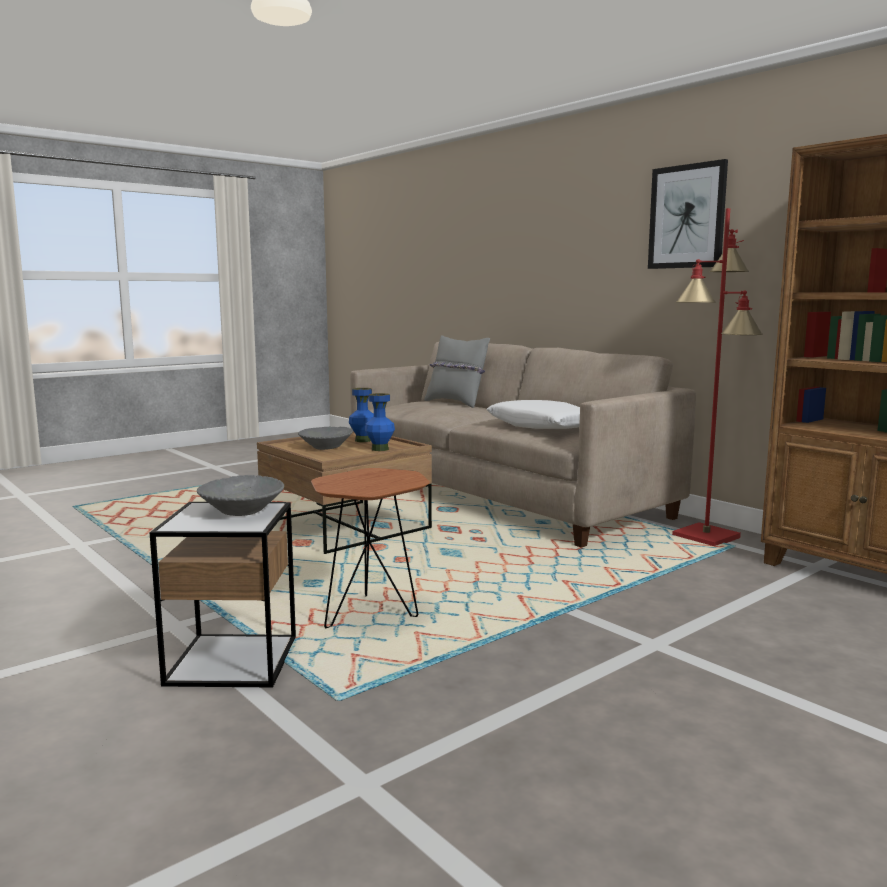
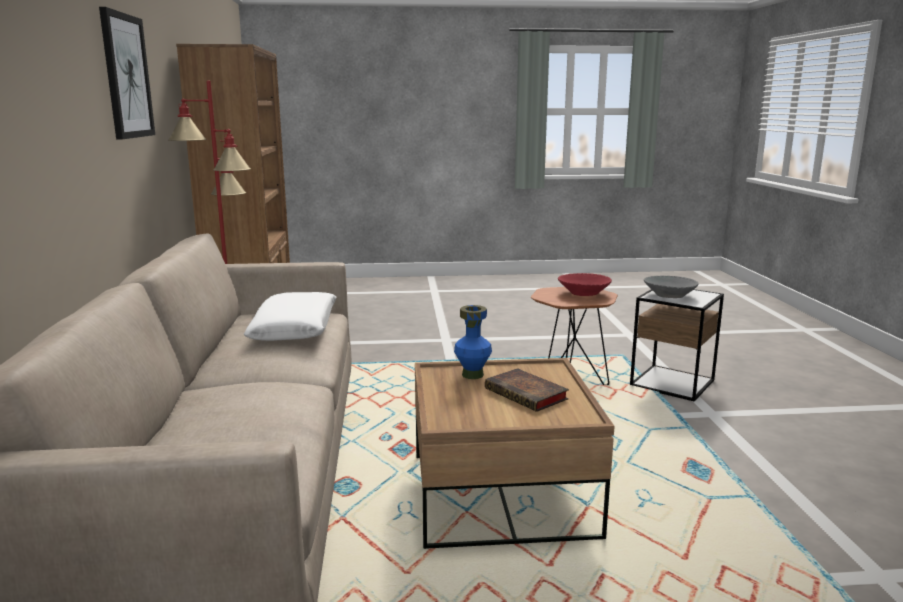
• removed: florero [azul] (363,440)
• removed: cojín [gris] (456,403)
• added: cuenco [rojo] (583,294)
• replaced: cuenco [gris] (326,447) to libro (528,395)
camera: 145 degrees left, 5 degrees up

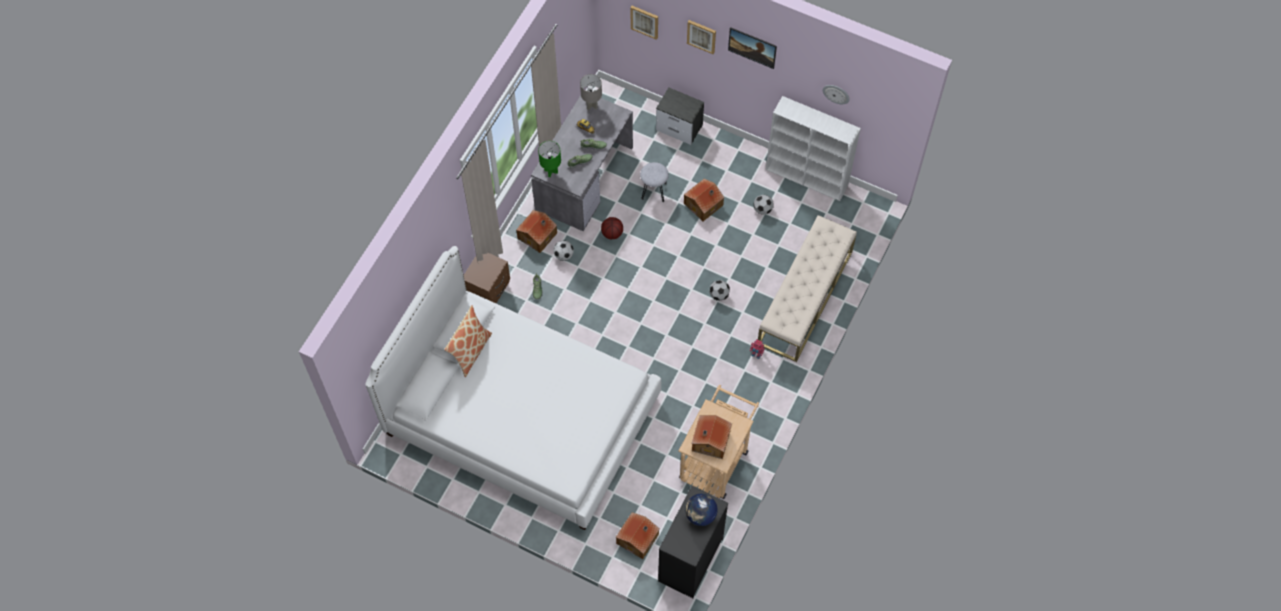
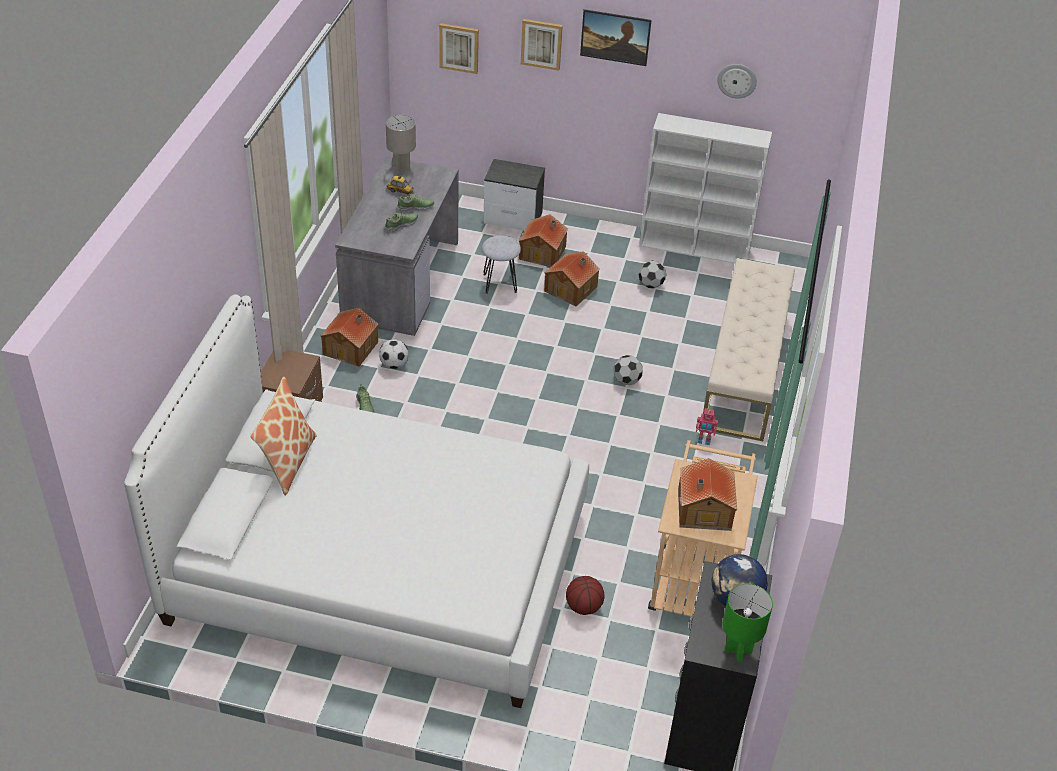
• moved: lámpara de mesa [verde] (551,171) to (737,651)
• moved: balón de baloncesto (612,233) to (584,606)
• moved: casita (638,538) to (543,252)
camera: 15 degrees left, 20 degrees down

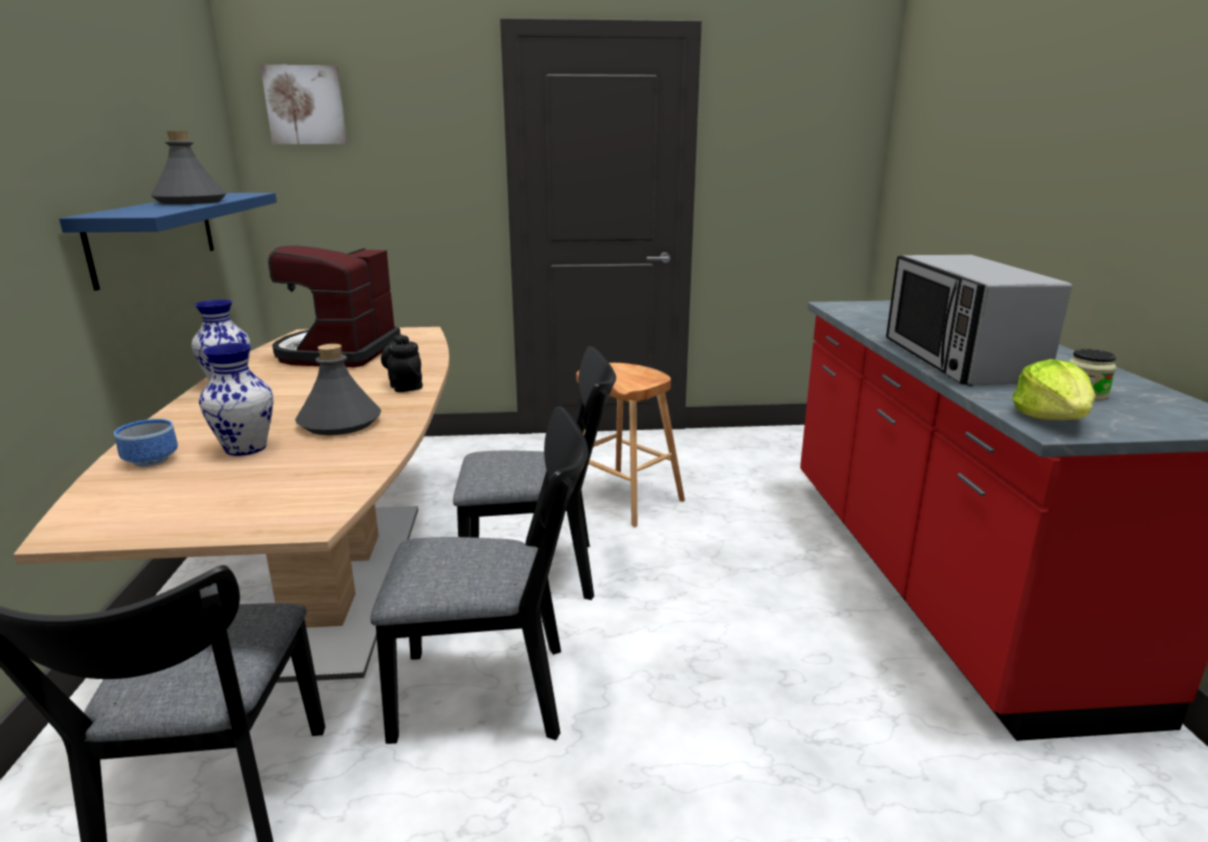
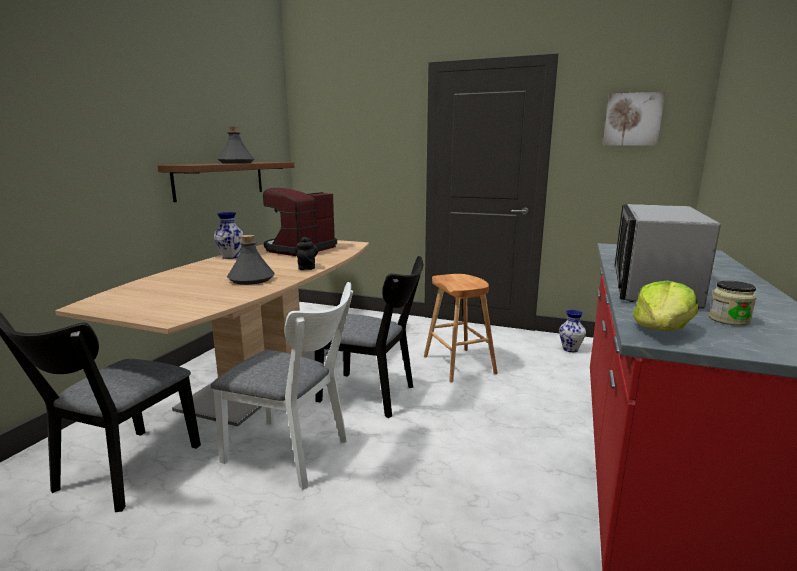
• removed: cuenco (149,461)
• moved: florero (245,448) to (570,349)
• moved: cuadro (305,105) to (632,119)
• recoloured: estante [azul] (155,235) to estante [marrón] (221,180)
• recoloured: silla [negro] (496,692) to silla [blanco] (294,453)
camera: 25 degrees right, 5 degrees down

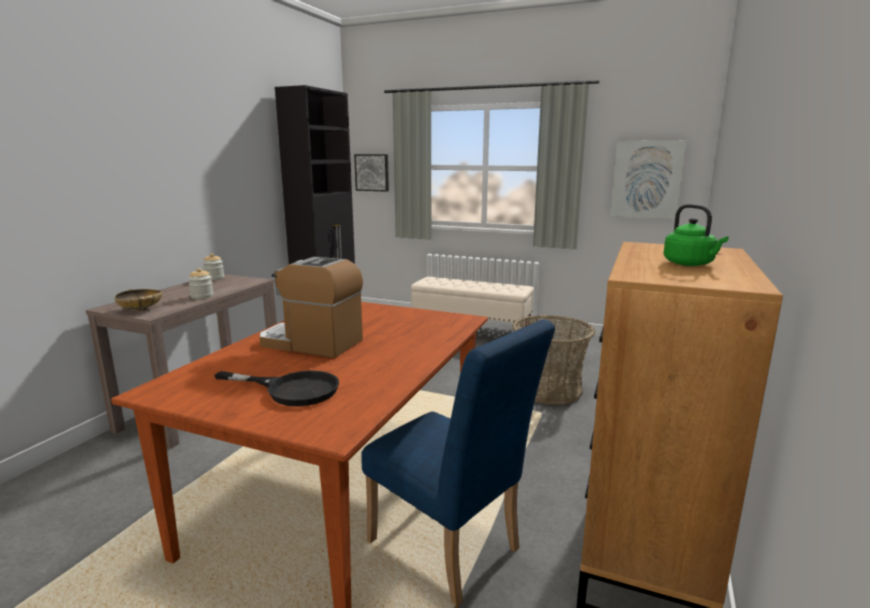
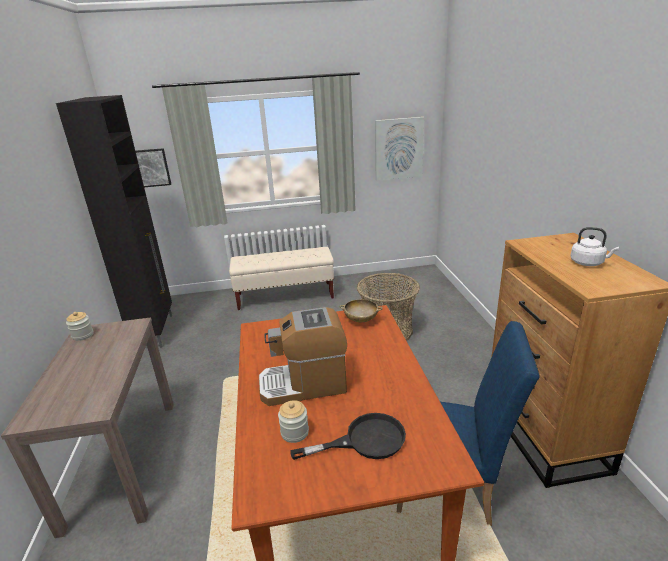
• moved: cuenco [beis] (141,310) to (361,319)
• moved: tarro (202,296) to (294,432)
• recoloured: hervidor [verde] (690,264) to hervidor [blanco] (588,263)
camera: 30 degrees left, 10 degrees up

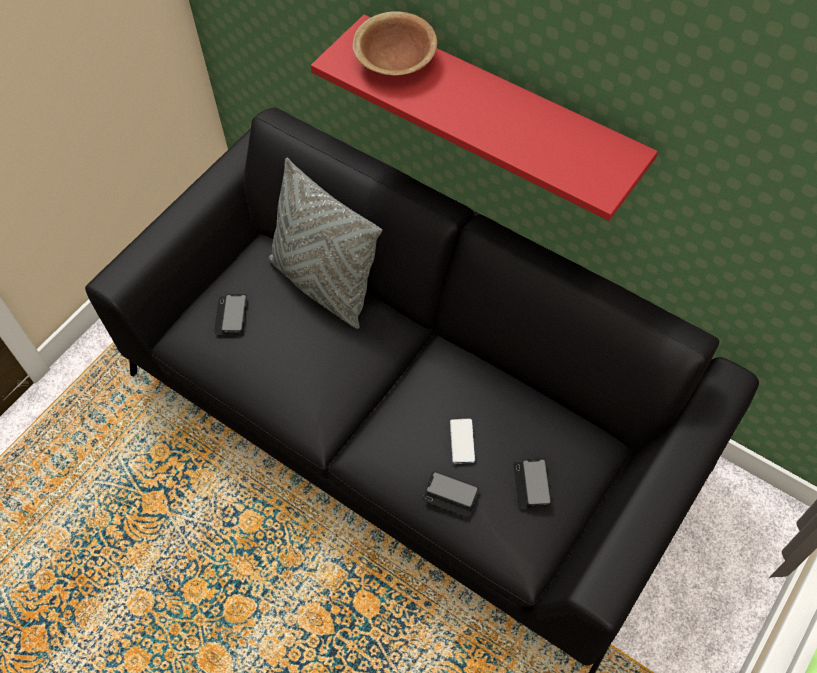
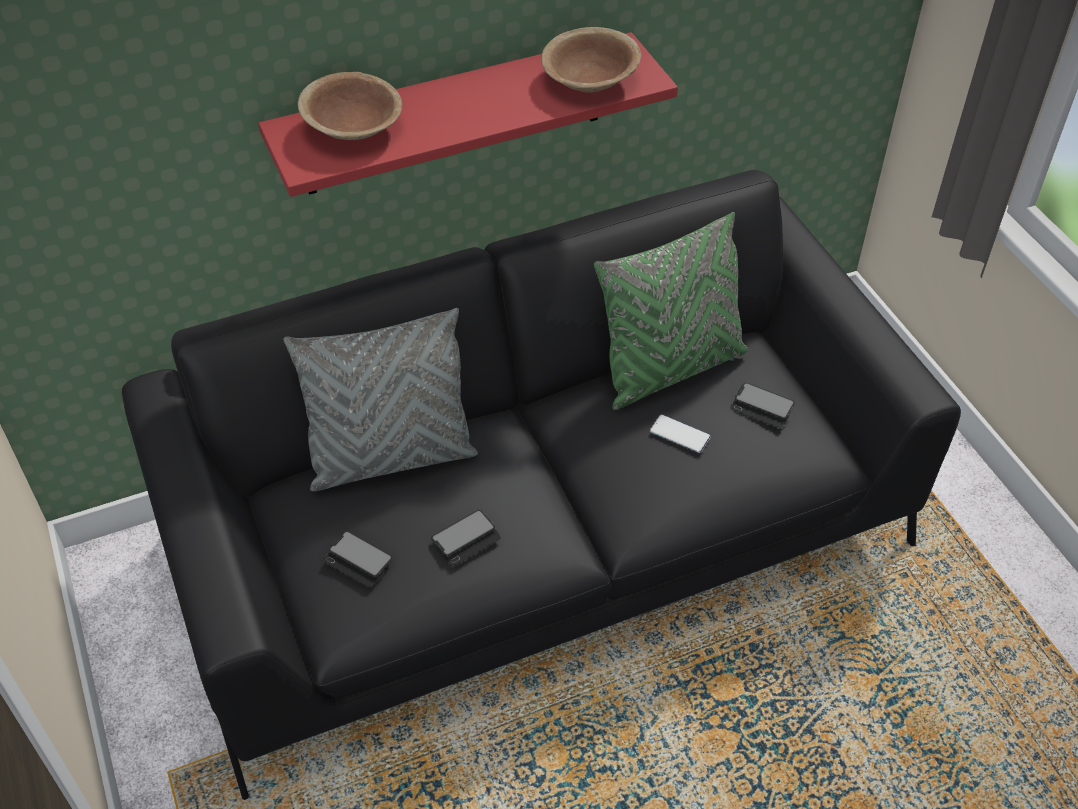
• added: cuenco [marrón] (590,81)
• added: cojín [verde] (670,368)
• moved: móvil (450,494) to (466,539)
camera: 60 degrees left, 10 degrees down

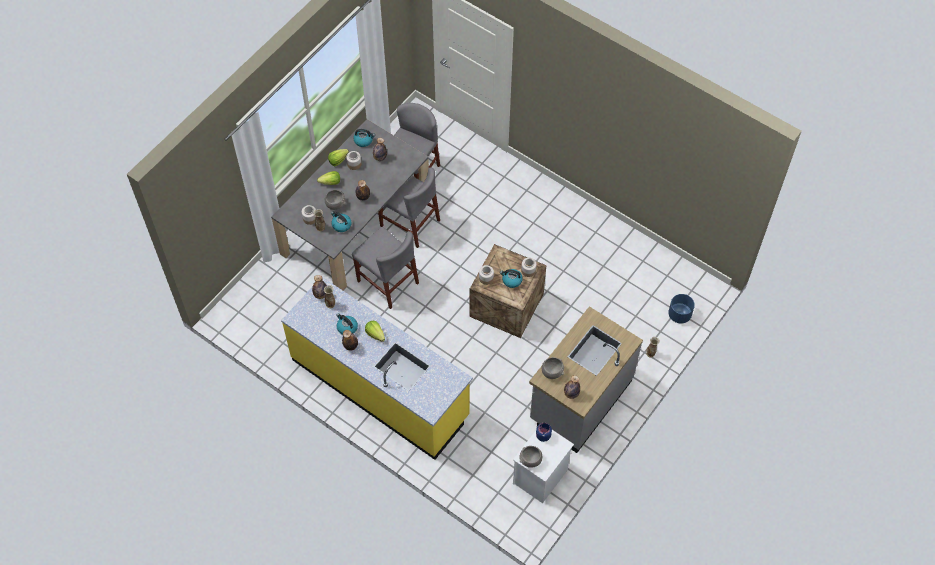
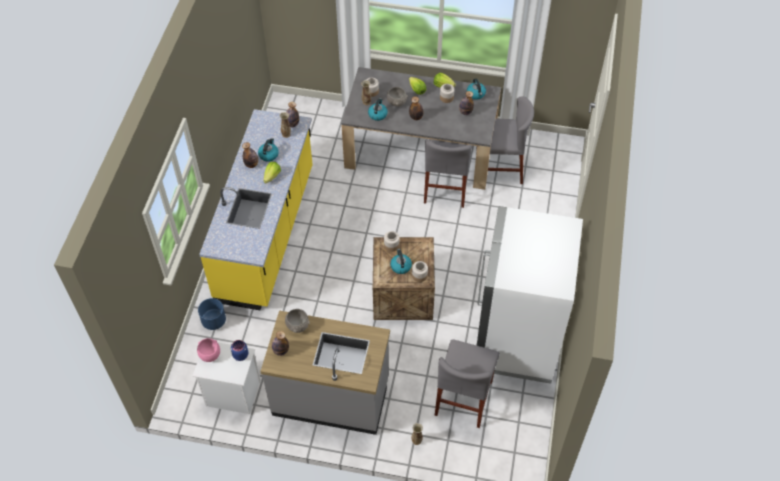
• added: nevera [blanco] (517,338)
• moved: silla [gris] (387,282) to (463,398)
• moved: maceta [azul] (679,315) to (214,321)
• recoloured: cuenco [gris] (530,460) to cuenco [rosa] (209,354)
camera: 65 degrees right, 5 degrees down

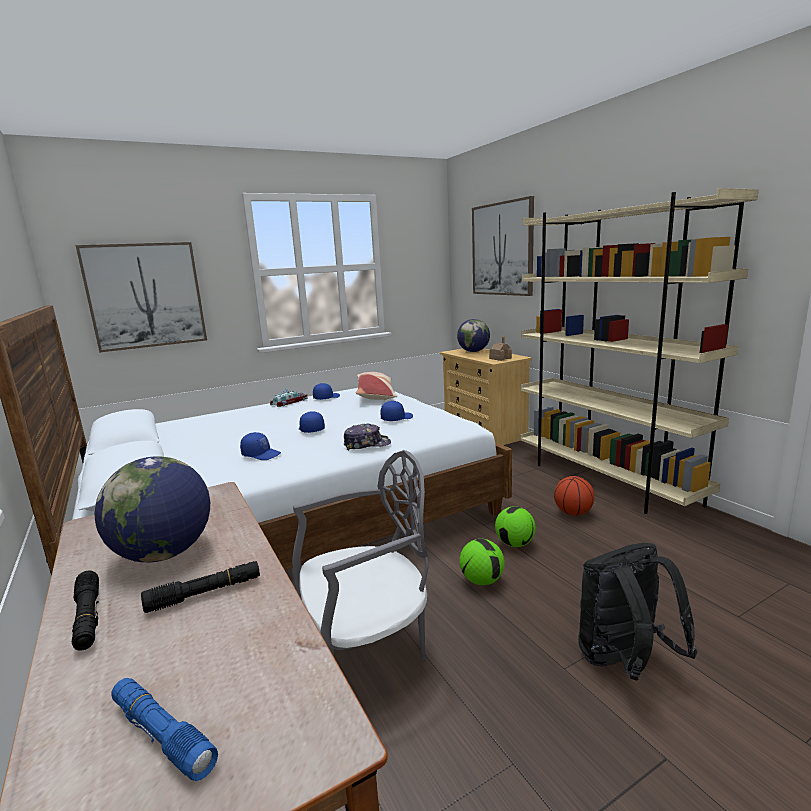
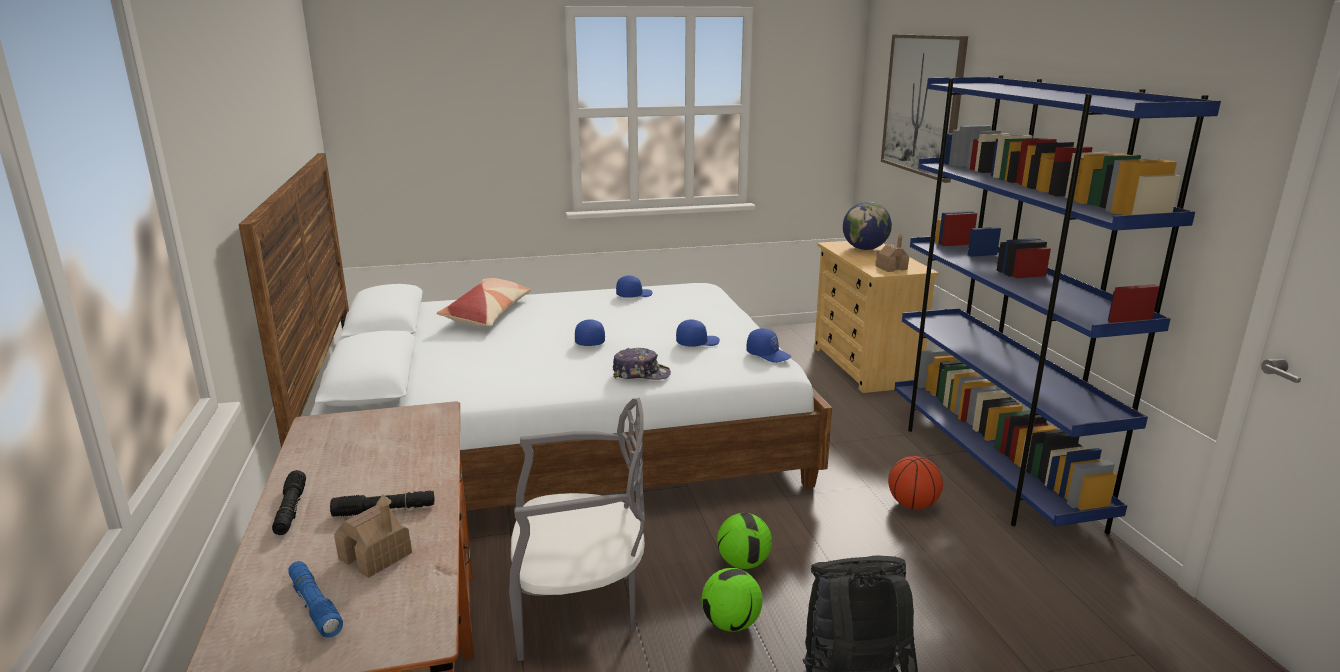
• removed: cuadro (145,296)
• removed: globo terráqueo (165,553)
• removed: coche de juguete (288,402)
• added: casita (375,556)
• moved: gorra [azul] (261,454) to (768,354)
• moved: cojín (375,394) to (488,314)
• moved: balón de fútbol (515,544) to (731,623)
• recoloured: estantería [beis] (605,480) to estantería [azul] (990,469)
camera: 15 degrees right, 5 degrees up

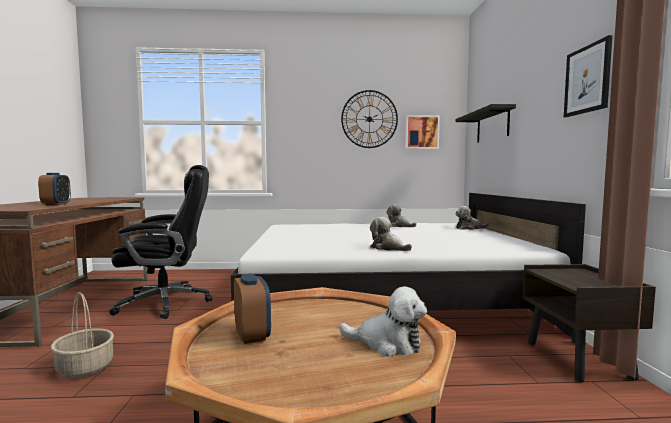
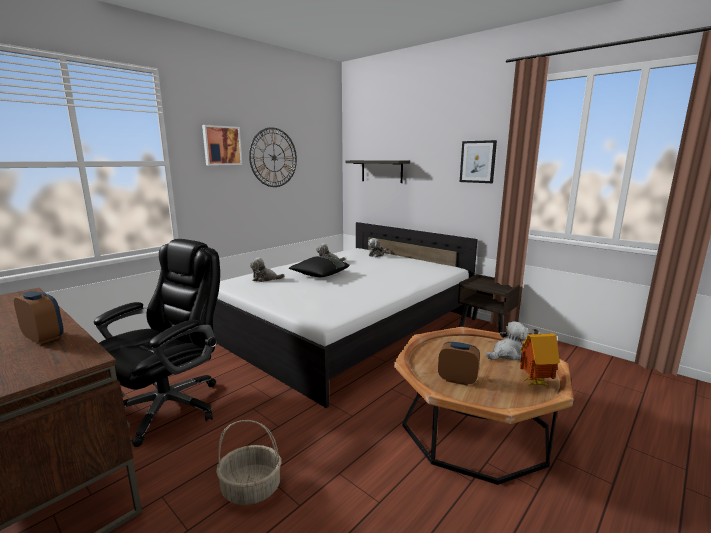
• added: cojín [negro] (319,275)
• added: casita (534,382)
• moved: peluche (388,248) to (265,279)
• moved: cuadro (421,132) to (221,145)
camera: 45 degrees left, 10 degrees up

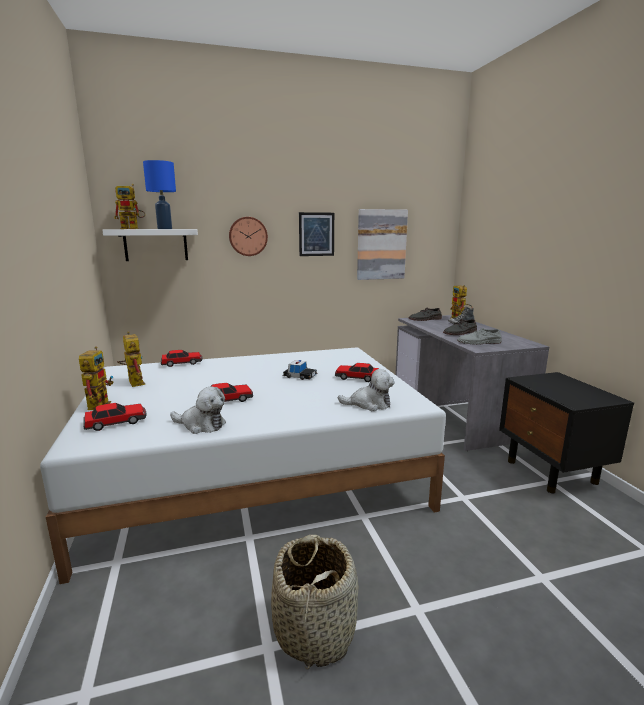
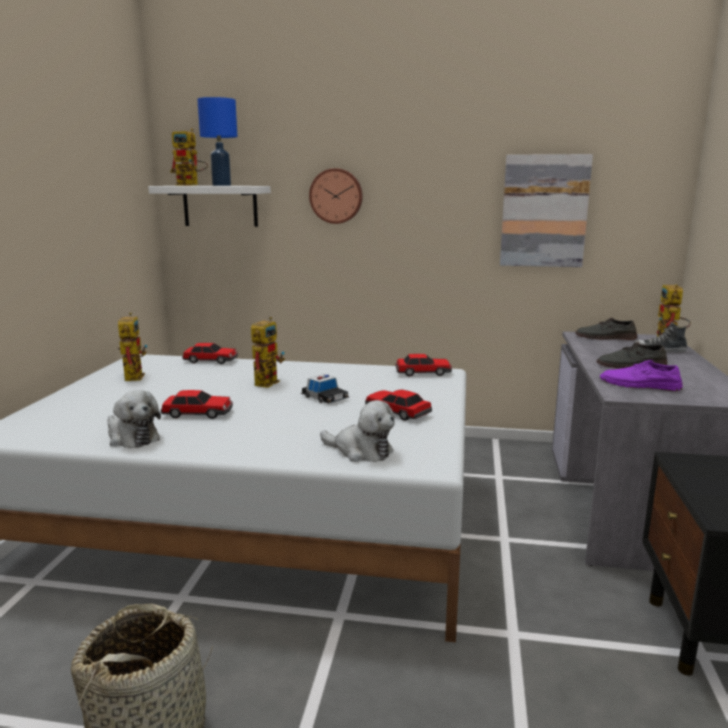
• removed: cuadro (316,234)
• moved: robot de juguete (99,404) to (267,381)
• moved: coche de juguete (116,422) to (423,372)
• recoloured: zapato [gris] (479,342) to zapato [morado] (639,385)
camera: 25 degrees right, 0 degrees up

